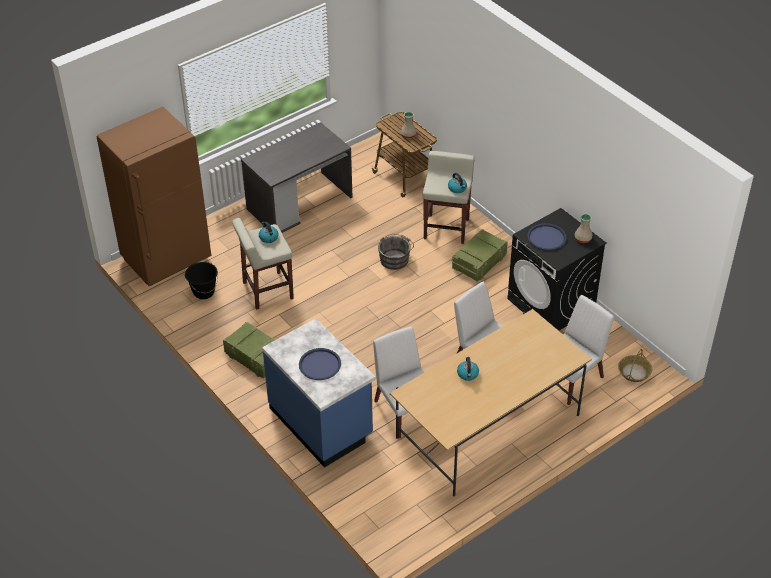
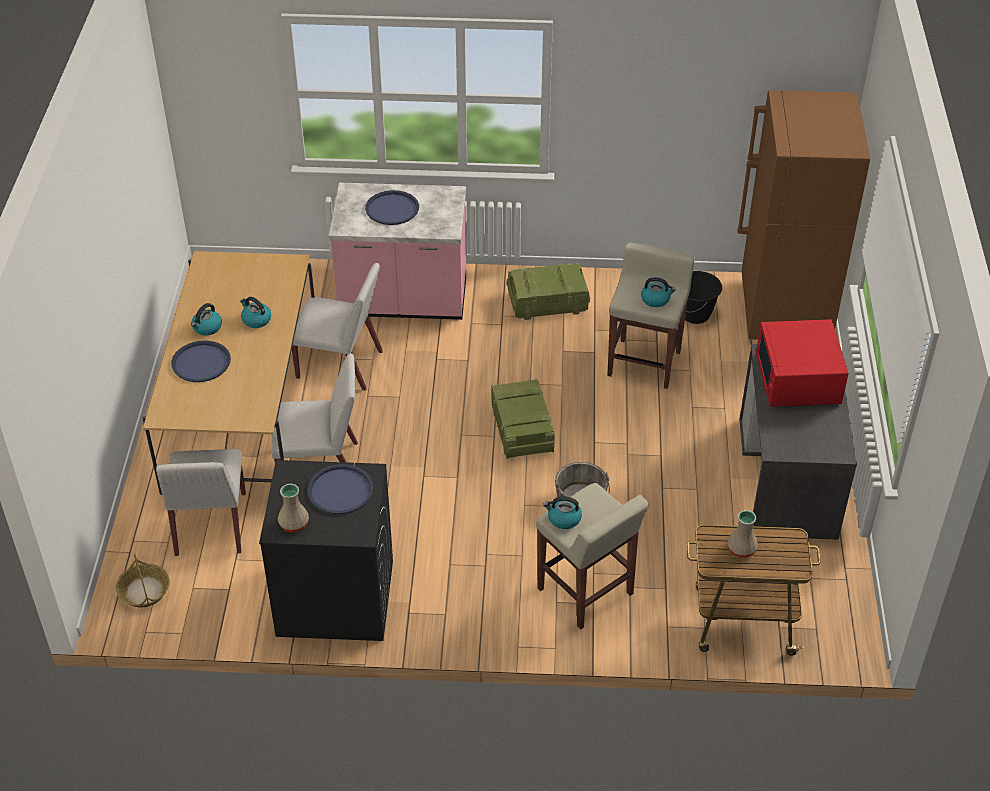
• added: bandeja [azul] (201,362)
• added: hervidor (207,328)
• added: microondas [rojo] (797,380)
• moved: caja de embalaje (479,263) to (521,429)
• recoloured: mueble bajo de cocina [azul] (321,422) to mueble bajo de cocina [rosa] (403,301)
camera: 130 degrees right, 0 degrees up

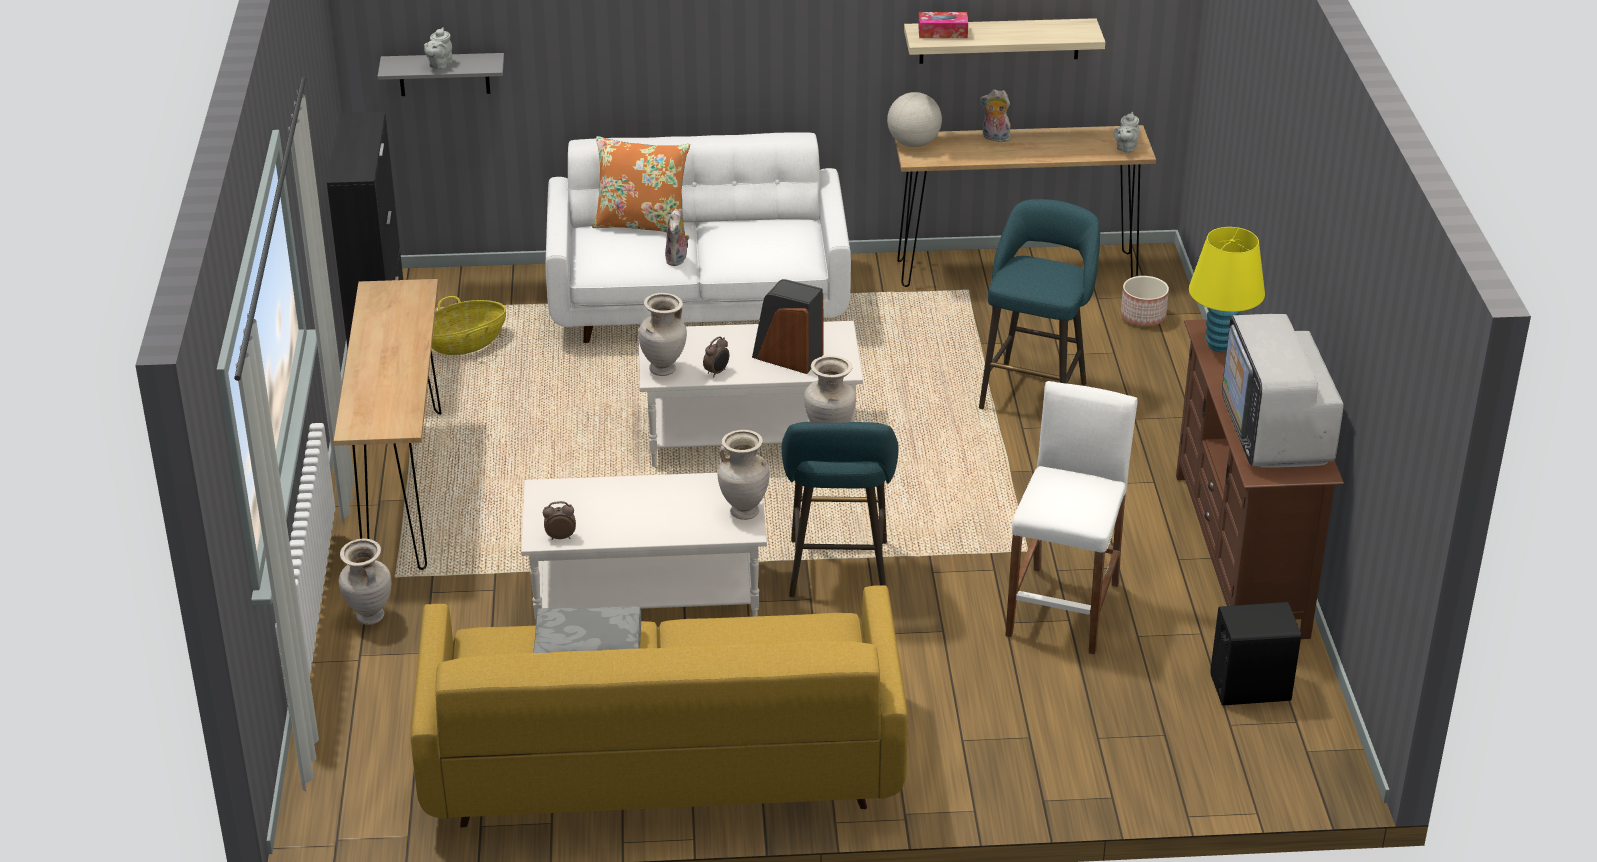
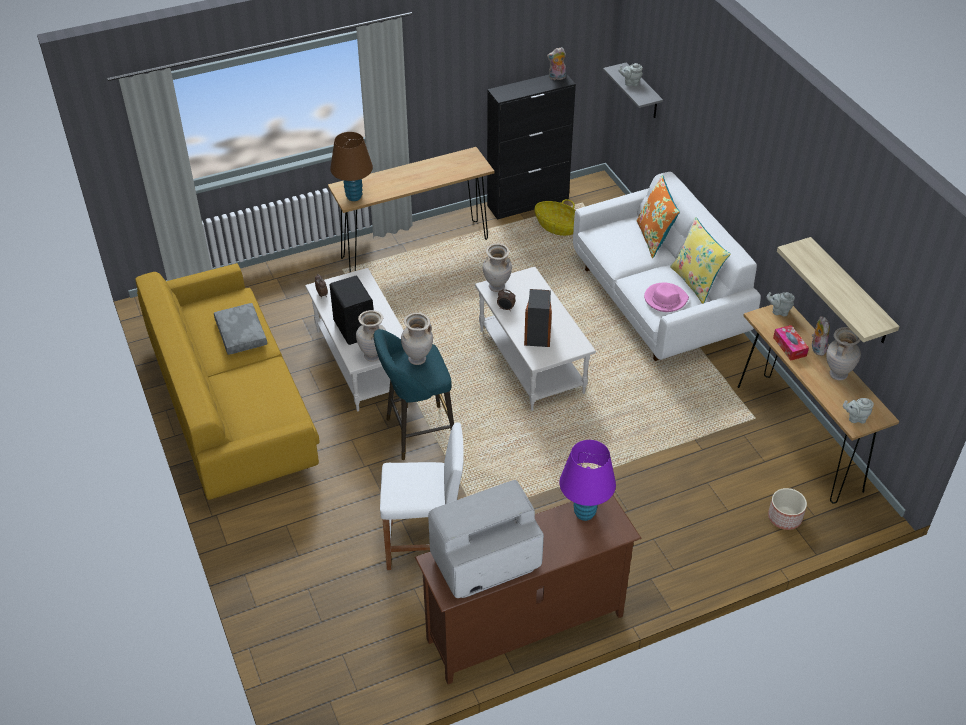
• removed: taburete [turquesa] (1035,392)
• added: lámpara de mesa [marrón] (354,196)
• added: sombrero [rosa] (665,299)
• added: cojín [amarillo] (695,282)
• moved: florero [beis] (369,617) to (837,374)
• moved: peluche (677,260) to (556,78)
• moved: caja de pañuelos (942,32) to (789,346)
• moved: altavoz [negro] (1249,687) to (354,328)
• replaced: globo terráqueo (913,143) to tetera [gris] (779,311)
• recoloured: lámpara de mesa [amarillo] (1220,345) to lámpara de mesa [morado] (584,513)
camera: 70 degrees right, 10 degrees up

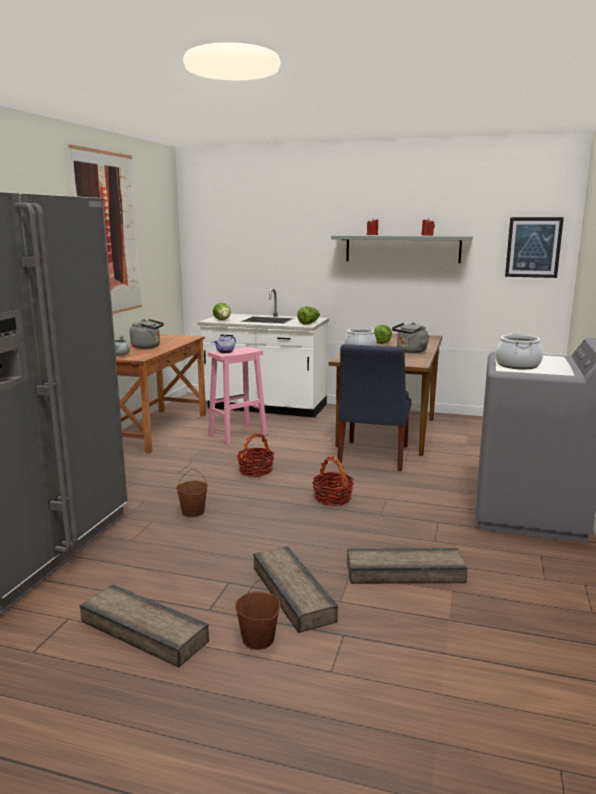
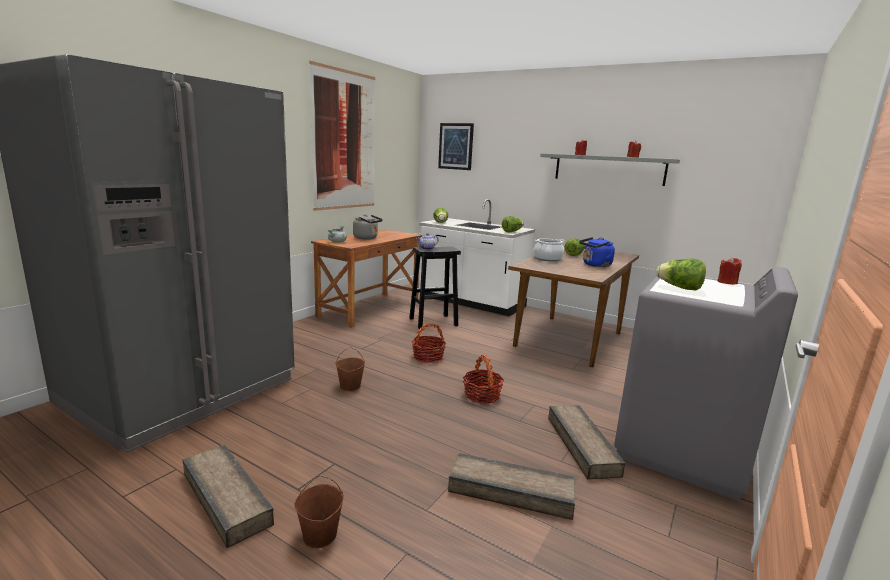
• removed: silla [azul] (372,457)
• added: vela [rojo] (727,282)
• moved: caja de embalaje (291,594) to (580,445)
• moved: cuadro (533,247) to (456,146)
• replaced: olla (517,365) to lechuga (680,288)
• recoloured: taburete [rosa] (237,434) to taburete [negro] (432,322)
• recoloured: hervidor [gris] (410,351) to hervidor [azul] (595,265)
camera: 15 degrees right, 0 degrees up

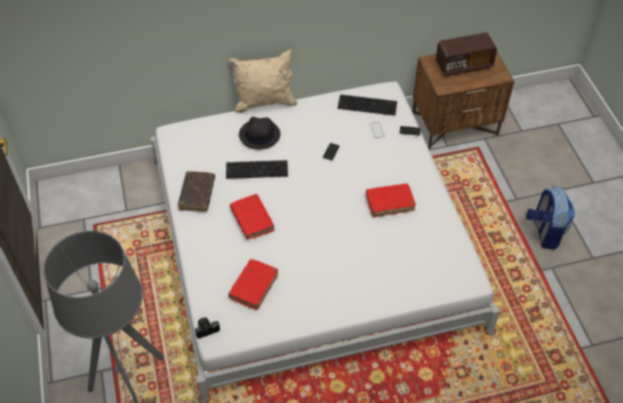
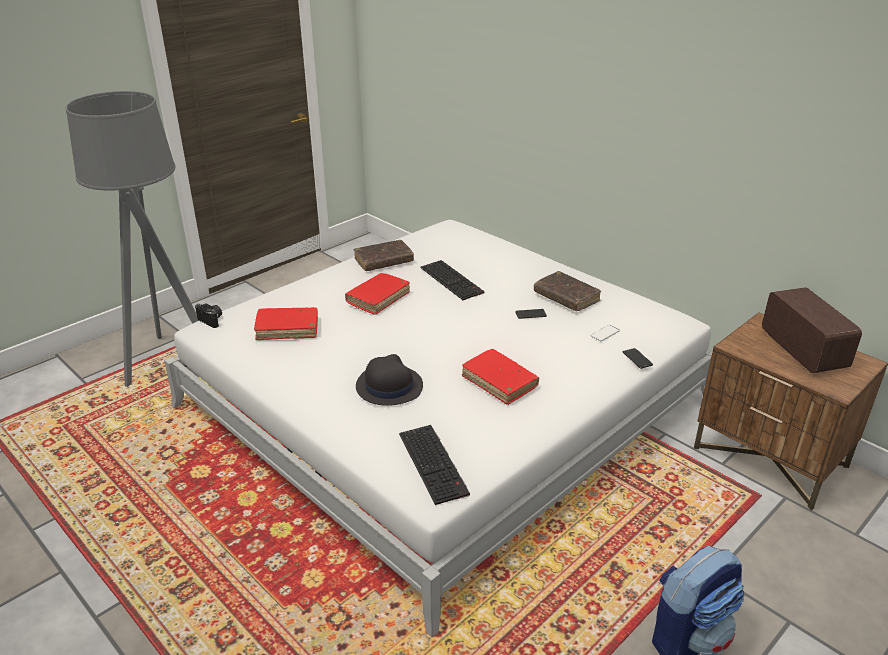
• removed: cojín [beis] (264,102)
• added: libro [marrón] (566,297)
• moved: sombrero [negro] (259,135) to (388,386)
• moved: teclado (368,105) to (435,464)
• turned: radio (463,65) = (802,350) 150 degrees counterclockwise
camera: 60 degrees right, 20 degrees down

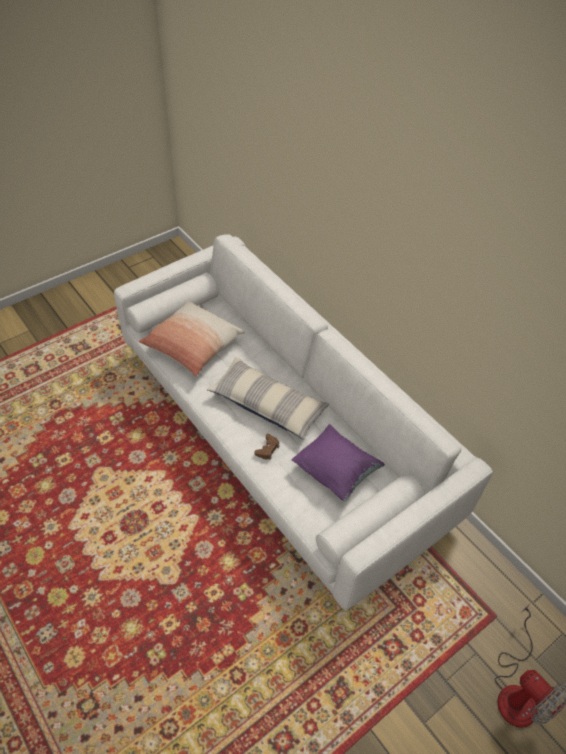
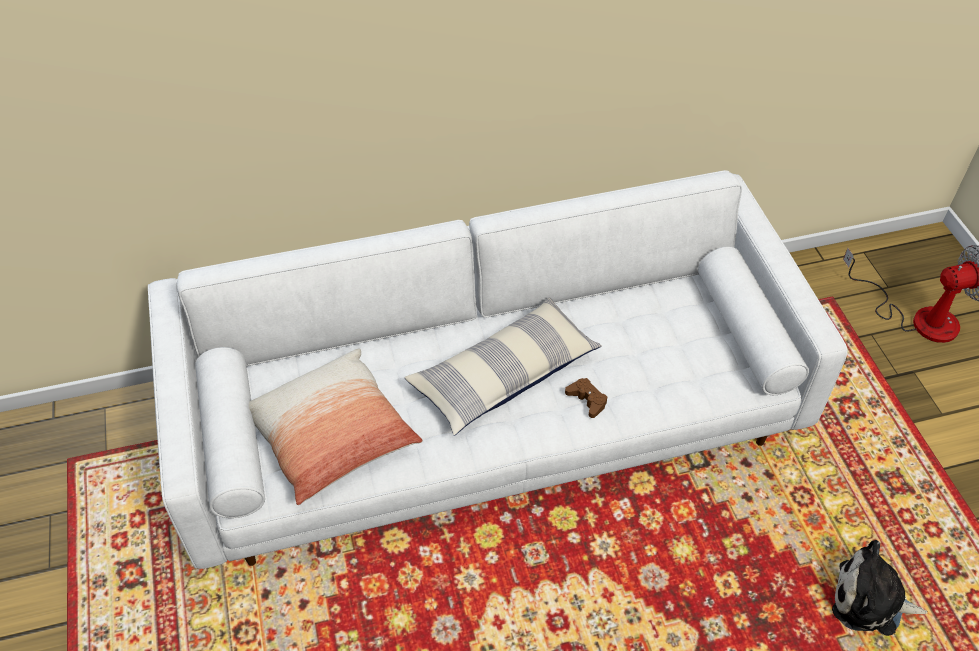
• removed: cojín [morado] (335,472)
• added: peluche (872,601)
camera: 65 degrees left, 0 degrees up

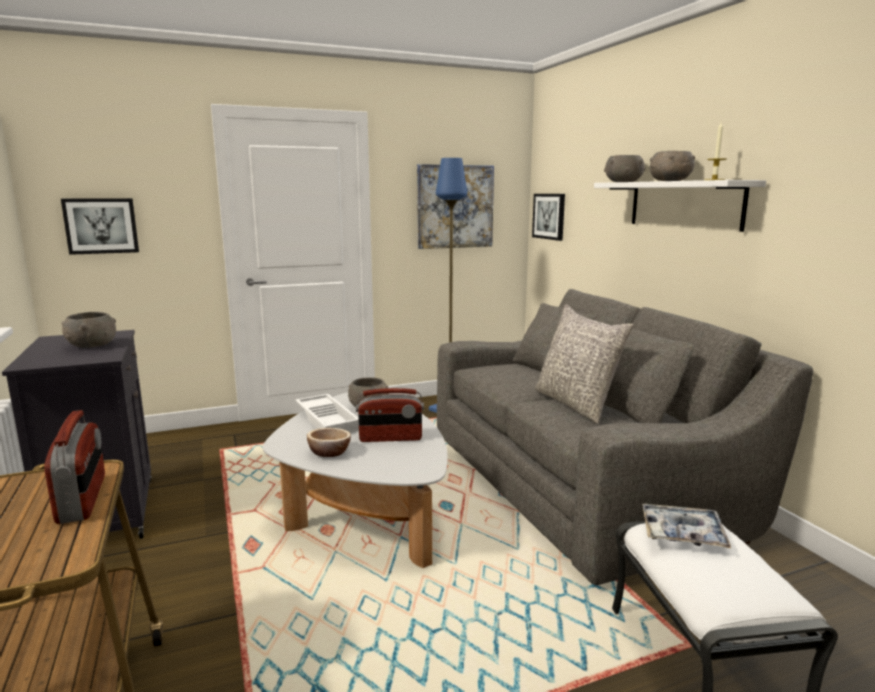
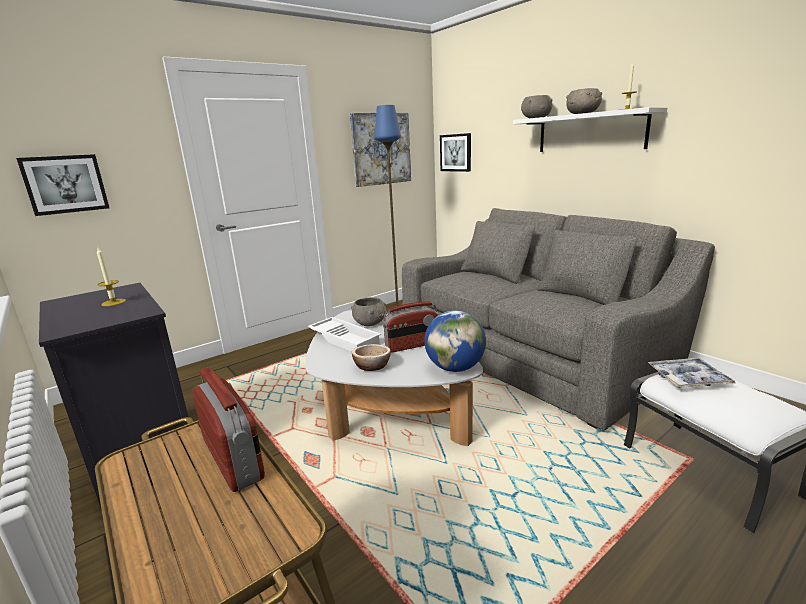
• removed: cojín [gris] (576,404)
• added: globo terráqueo (455,368)
• replaced: cuenco [gris] (92,345) to vela (113,302)
camera: 15 degrees left, 5 degrees up

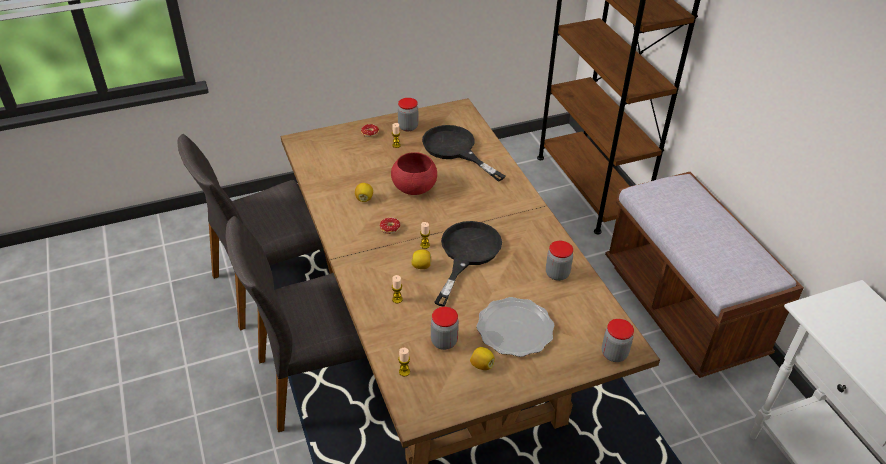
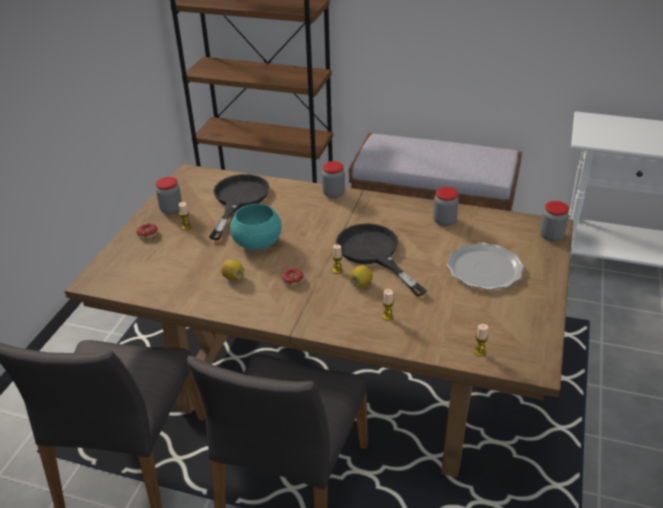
• removed: limón (481,365)
• moved: tarro (444,341) to (333,193)
• recoloured: cuenco [rojo] (414,188) to cuenco [turquesa] (258,243)
• turned: sartén [negro] (455,150) = (238,200) 105 degrees clockwise
camera: 50 degrees left, 5 degrees down

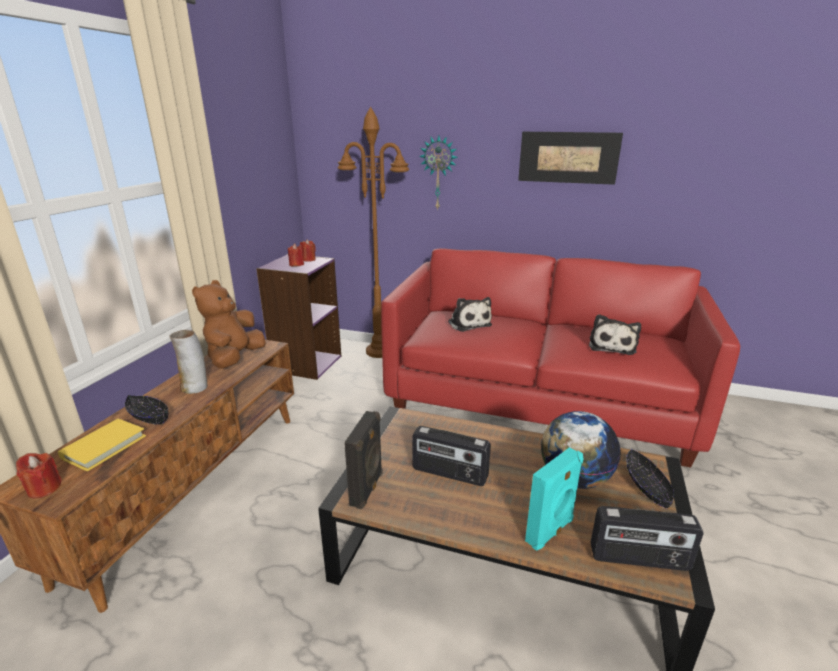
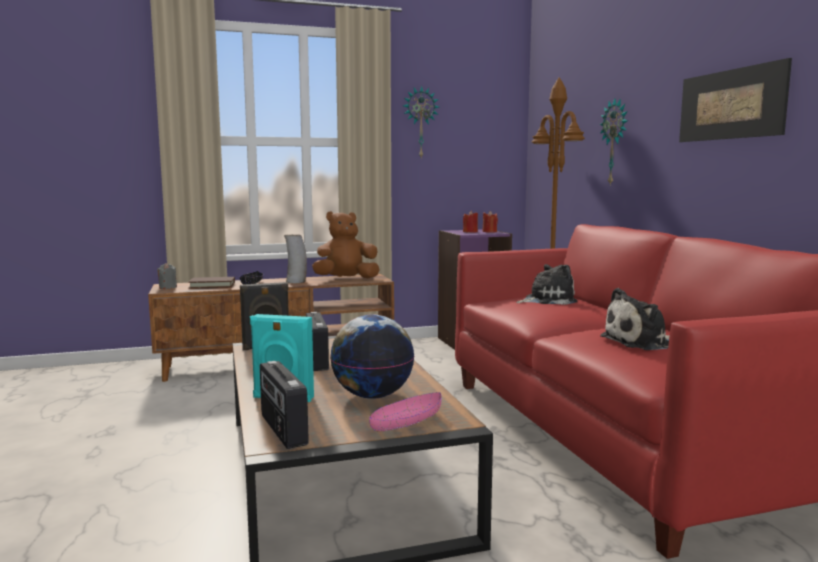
• added: reloj de pared (420,122)
• recoloured: vela [rojo] (44,488) to vela [gris] (168,287)
• recoloured: libro [amarillo] (104,447) to libro [marrón] (212,285)
• recoloured: cuenco [negro] (646,486) to cuenco [rosa] (406,422)
• turned: peluche (468,323) = (547,300) 135 degrees counterclockwise
camera: 55 degrees right, 15 degrees down

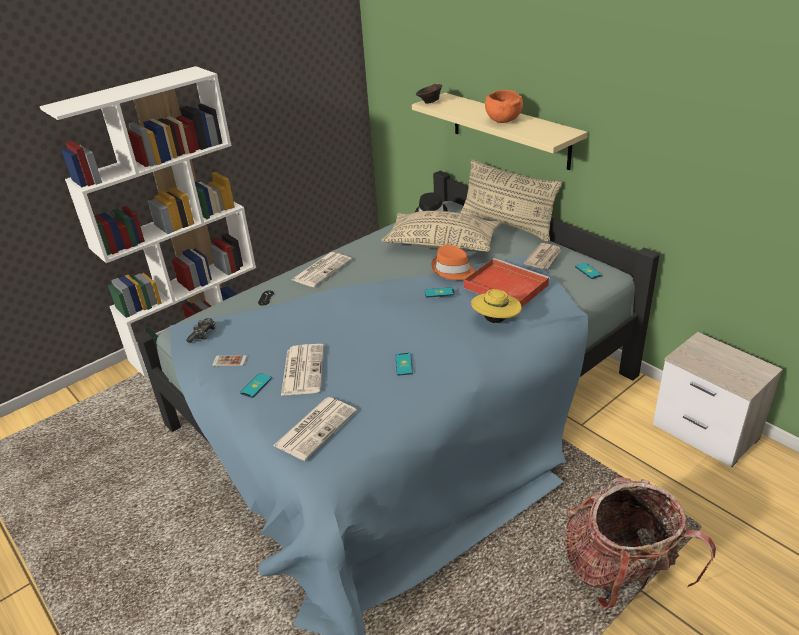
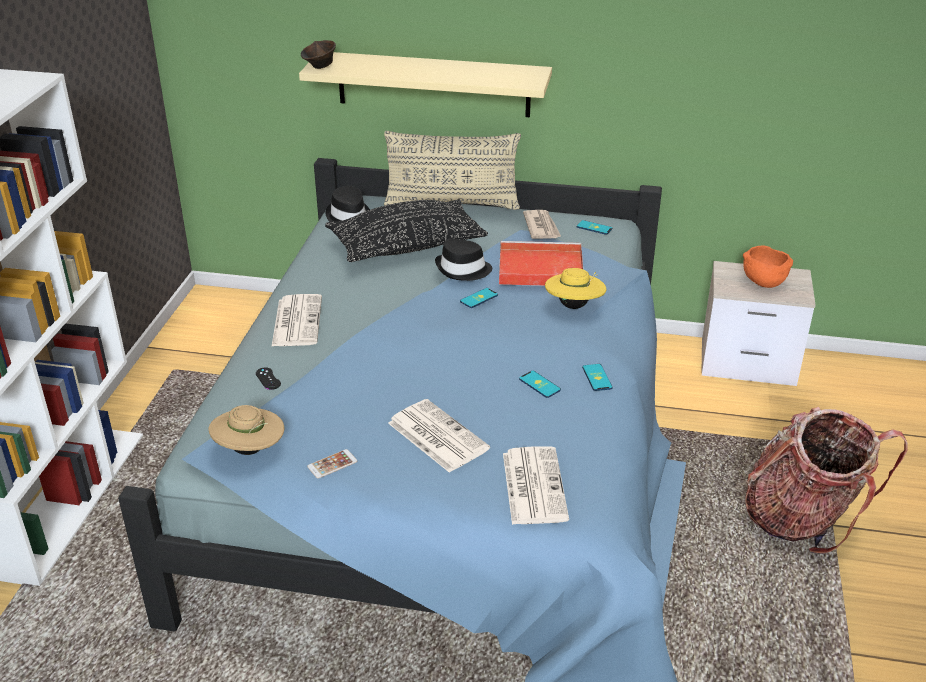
• moved: móvil (256,385) to (597,378)
• moved: cuenco [naranja] (502,121) to (762,283)
• replaced: mando de consola (203,334) to sombrero [beis] (250,450)
• recoloured: cojín [beis] (441,244) to cojín [negro] (406,246)
• recoloured: sombrero [naranja] (452,270) to sombrero [negro] (463,269)
camera: 40 degrees left, 0 degrees up

